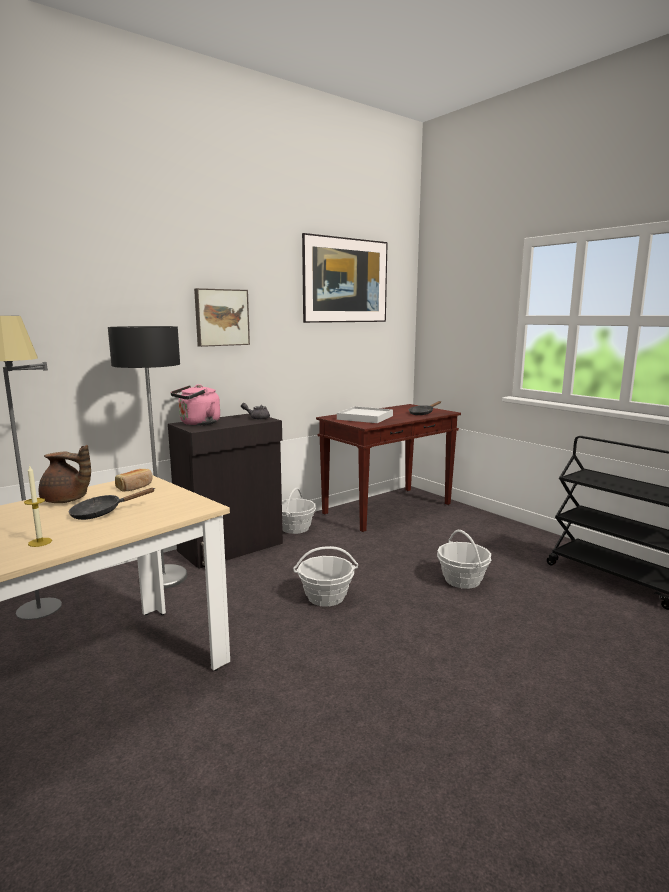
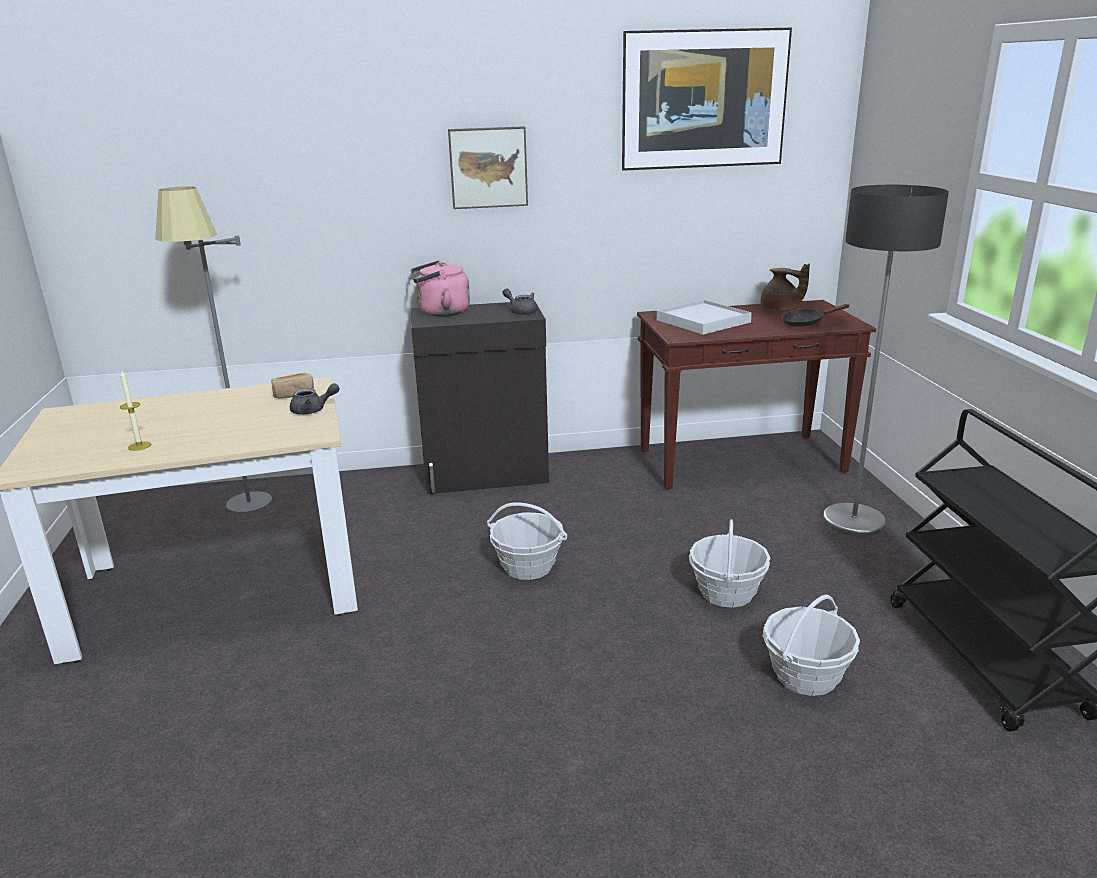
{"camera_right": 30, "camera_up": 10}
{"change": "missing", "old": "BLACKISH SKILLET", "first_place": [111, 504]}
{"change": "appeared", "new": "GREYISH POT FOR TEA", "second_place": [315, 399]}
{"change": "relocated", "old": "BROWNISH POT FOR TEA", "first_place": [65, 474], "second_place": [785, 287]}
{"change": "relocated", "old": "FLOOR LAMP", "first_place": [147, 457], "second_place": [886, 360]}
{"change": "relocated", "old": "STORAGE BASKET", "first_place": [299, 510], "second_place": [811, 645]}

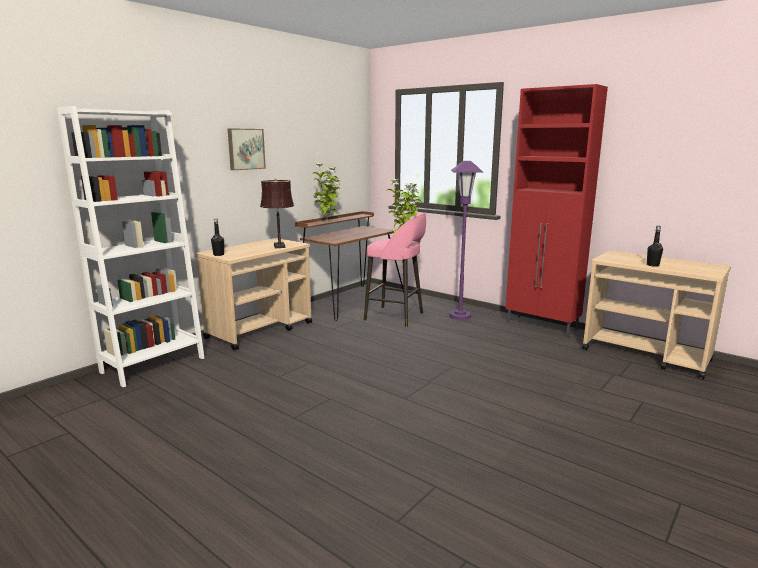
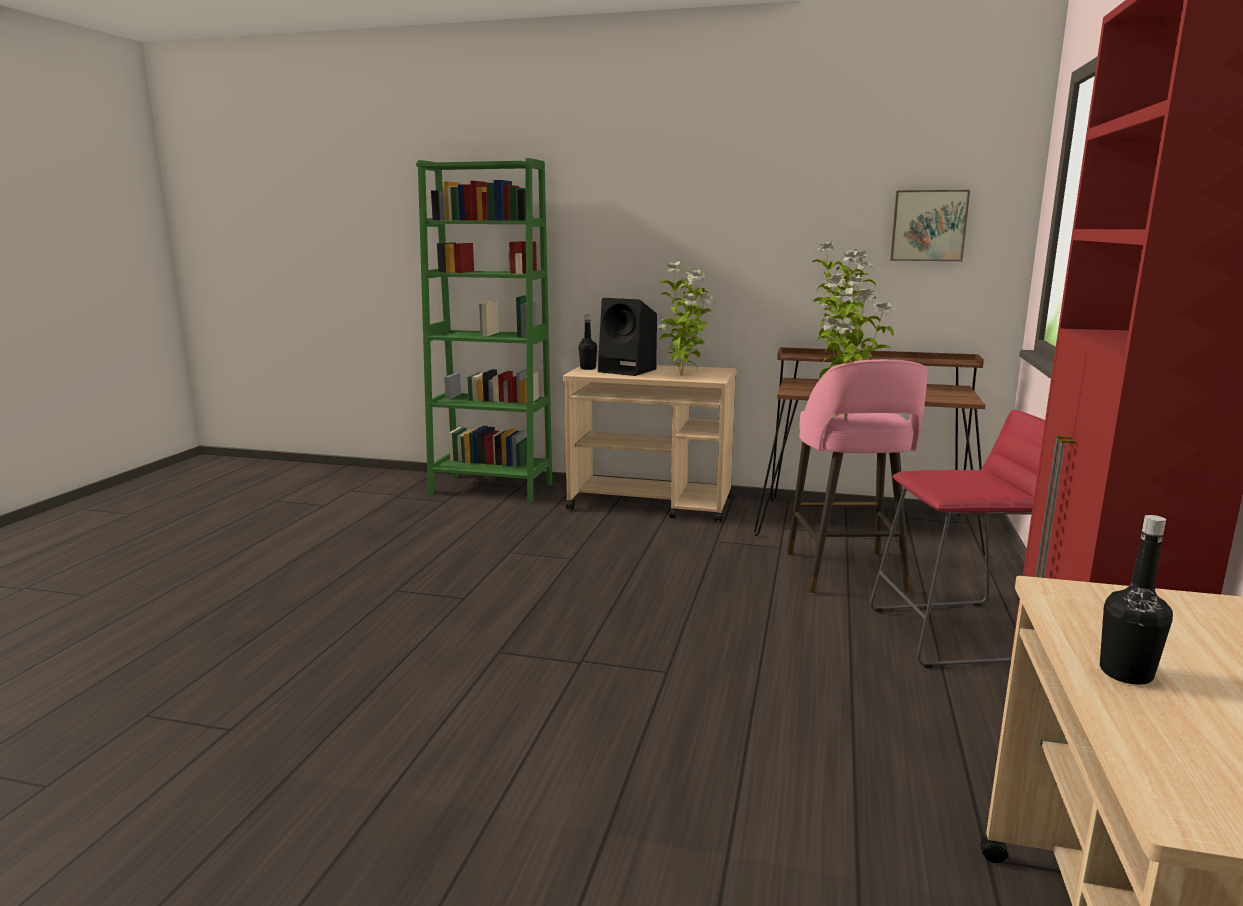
{"camera_right": 65, "camera_up": 0}
{"change": "appeared", "new": "BLACKISH LOUDSPEAKER", "second_place": [627, 337]}
{"change": "relocated", "old": "PICTURE", "first_place": [247, 149], "second_place": [930, 225]}
{"change": "exchanged", "old": "BROWNISH LAMP FOR A TABLE", "new": "POTTED PLANT", "first_place": [277, 213], "second_place": [684, 318]}
{"change": "exchanged", "old": "PURPLISH FLOOR LAMP", "new": "RED-COLOURED STOOL SEAT", "first_place": [466, 240], "second_place": [957, 538]}
{"change": "colour", "old": "WHITE-COLOURED SHELVING UNIT", "new": "GREEN-COLOURED SHELVING UNIT", "first_place": [130, 246], "second_place": [484, 330]}

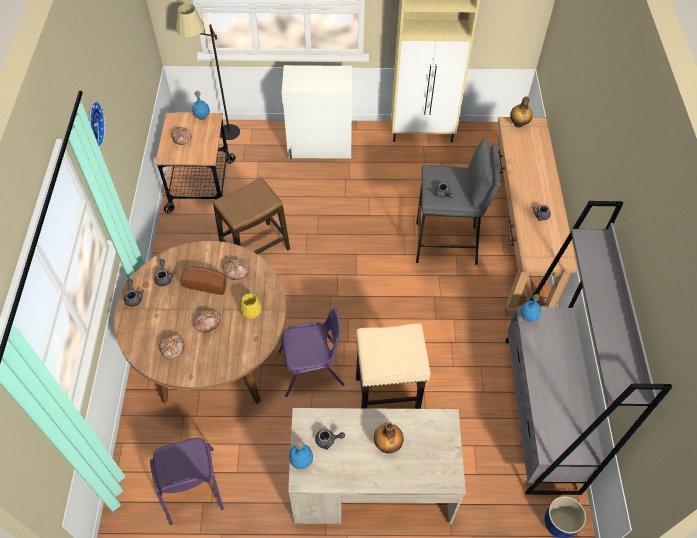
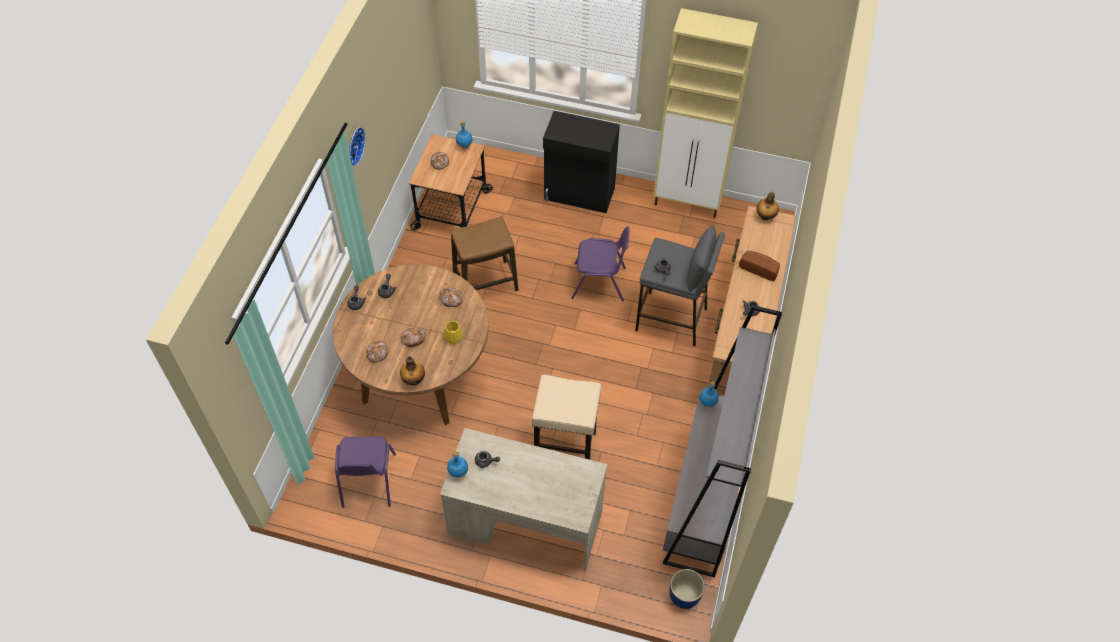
{"camera_right": 15, "camera_up": 0}
{"change": "missing", "old": "BLACKISH FLOOR LAMP", "first_place": [208, 72]}
{"change": "relocated", "old": "BREAD", "first_place": [203, 281], "second_place": [759, 266]}
{"change": "relocated", "old": "PURPLISH CHAIR", "first_place": [311, 352], "second_place": [600, 263]}
{"change": "relocated", "old": "BEVERAGE BOTTLE", "first_place": [389, 438], "second_place": [412, 371]}
{"change": "colour", "old": "WHITE-COLOURED STORAGE CABINET", "new": "BLACKISH STORAGE CABINET", "first_place": [317, 112], "second_place": [581, 162]}

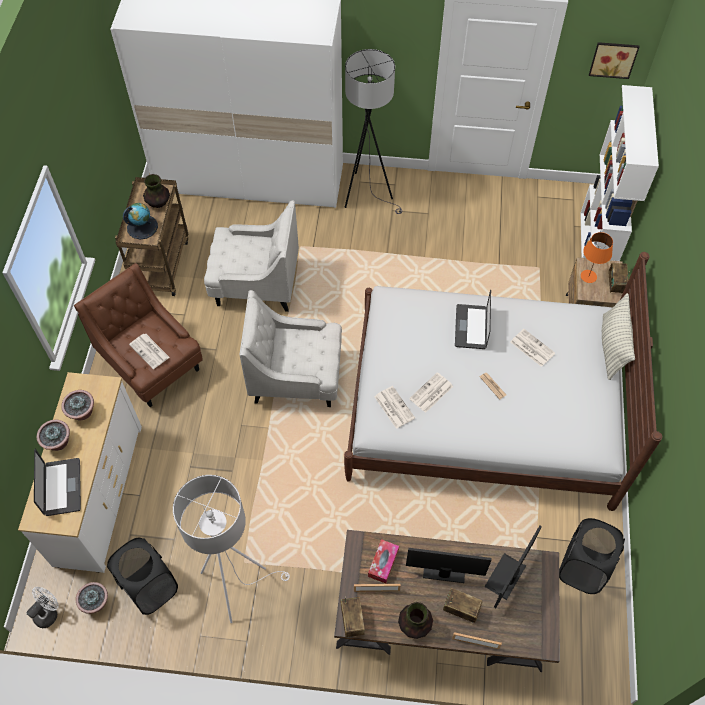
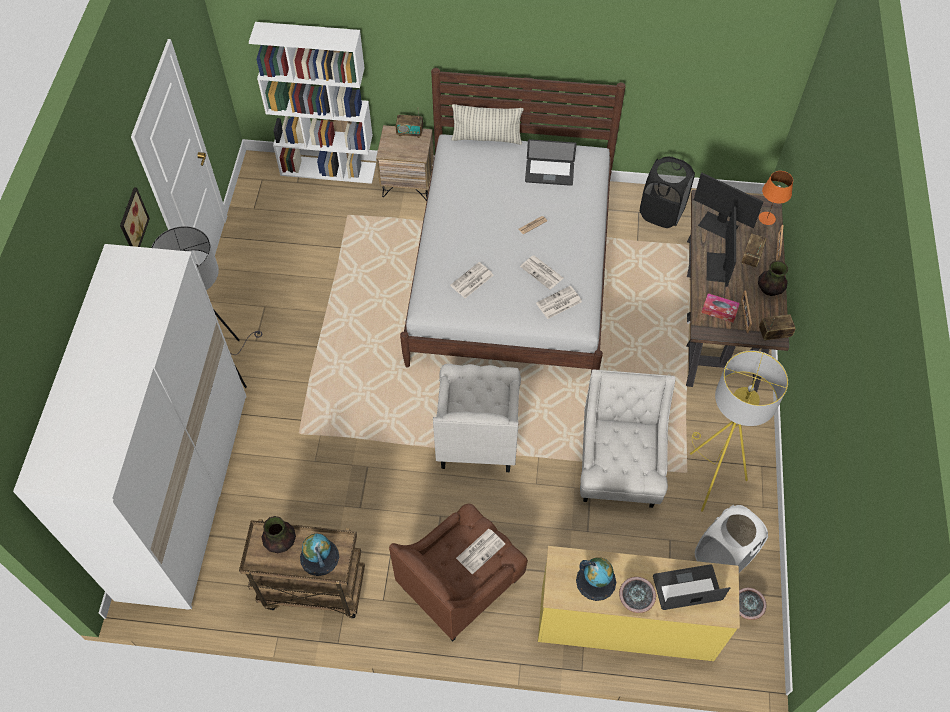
{"camera_right": -90, "camera_up": 0}
{"change": "missing", "old": "WHITE-COLOURED FAN", "first_place": [43, 607]}
{"change": "relocated", "old": "WHITE-COLOURED EASY CHAIR", "first_place": [251, 256], "second_place": [628, 438]}
{"change": "relocated", "old": "LAPTOP", "first_place": [473, 319], "second_place": [551, 162]}
{"change": "relocated", "old": "NEWSPAPER", "first_place": [533, 348], "second_place": [472, 280]}
{"change": "relocated", "old": "ORANGE LAMP FOR A TABLE", "first_place": [597, 257], "second_place": [776, 198]}
{"change": "relocated", "old": "PICTURE", "first_place": [614, 60], "second_place": [135, 217]}
{"change": "exchanged", "old": "POTTED PLANT", "new": "WORLD GLOBE", "first_place": [77, 405], "second_place": [596, 579]}
{"change": "colour", "old": "WHITE-COLOURED CHEST OF DRAWERS", "new": "YELLOWISH CHEST OF DRAWERS", "first_place": [80, 472], "second_place": [639, 603]}
{"change": "colour", "old": "BLACKISH HAMPER", "new": "WHITE-COLOURED HAMPER", "first_place": [142, 576], "second_place": [731, 539]}
{"change": "colour", "old": "WHITE-COLOURED FLOOR LAMP", "new": "YELLOWISH FLOOR LAMP", "first_place": [231, 549], "second_place": [739, 430]}

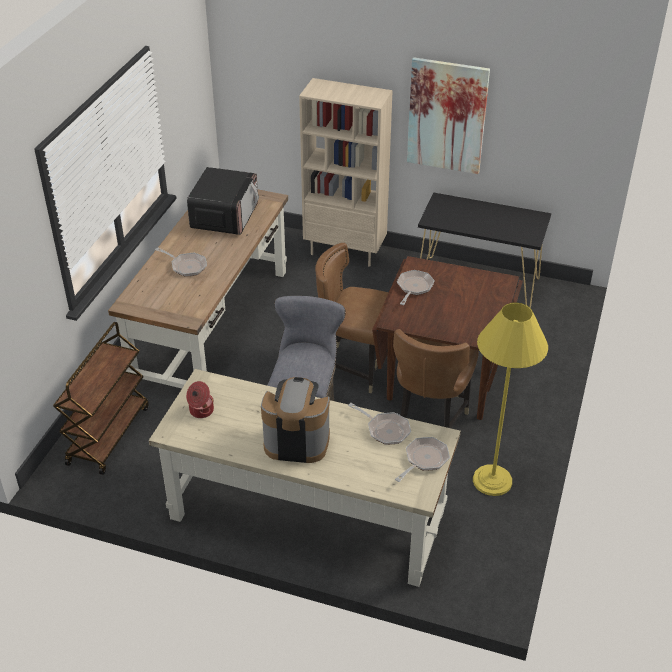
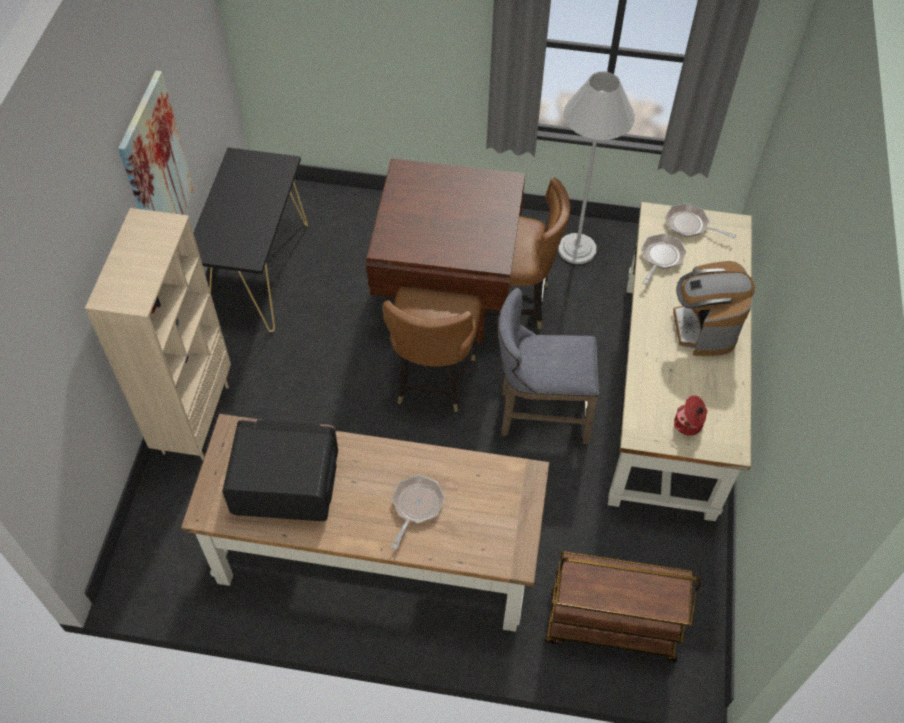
{"camera_right": -100, "camera_up": 15}
{"change": "missing", "old": "SKILLET", "first_place": [416, 287]}
{"change": "colour", "old": "YELLOWISH FLOOR LAMP", "new": "WHITE-COLOURED FLOOR LAMP", "first_place": [510, 399], "second_place": [596, 168]}

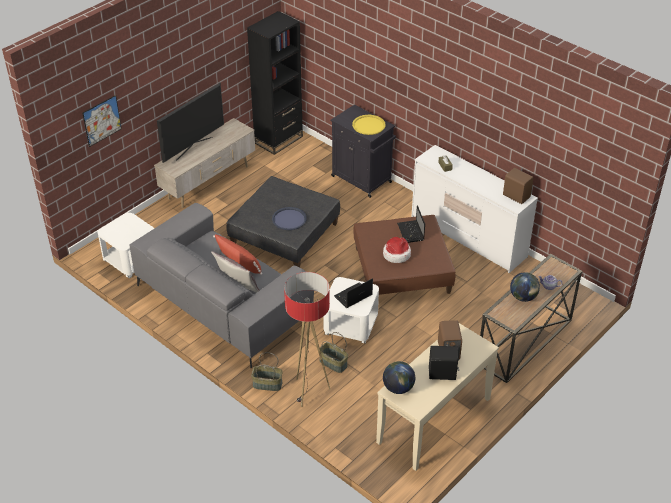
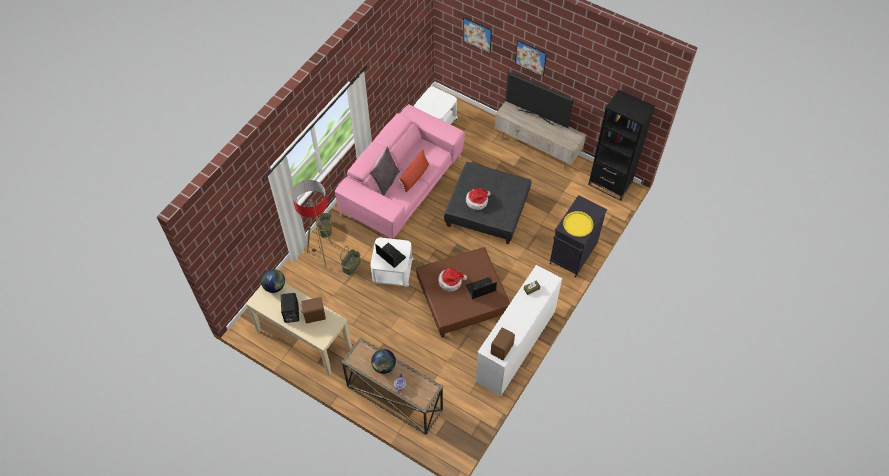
{"camera_right": 80, "camera_up": 15}
{"change": "appeared", "new": "PICTURE", "second_place": [531, 58]}
{"change": "exchanged", "old": "BLUE SERVING TRAY", "new": "HAT", "first_place": [289, 218], "second_place": [478, 199]}
{"change": "colour", "old": "GREYISH COUCH", "new": "PINKISH COUCH", "first_place": [221, 285], "second_place": [400, 171]}

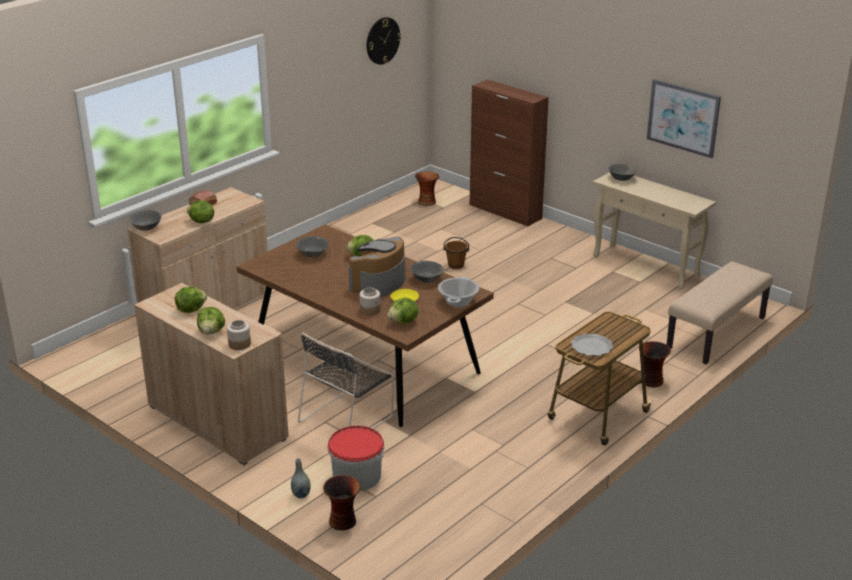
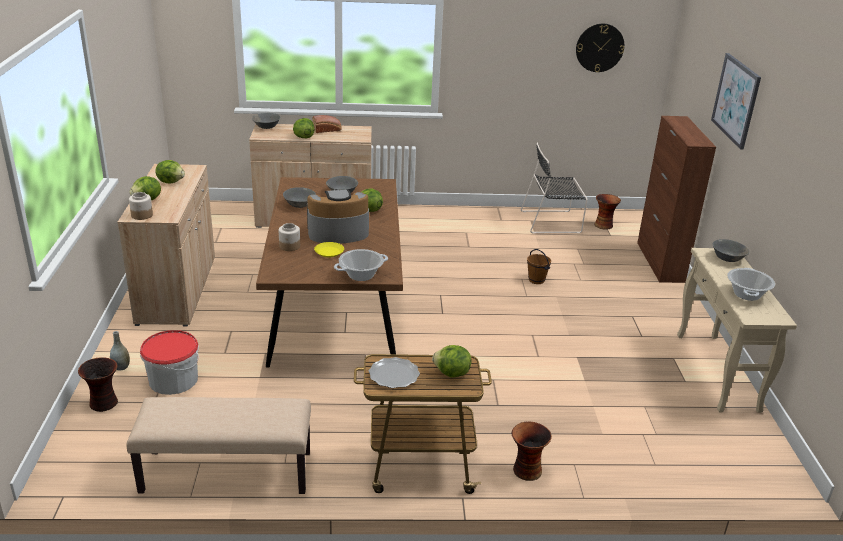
{"camera_right": 45, "camera_up": 0}
{"change": "appeared", "new": "COOKING POT", "second_place": [751, 284]}
{"change": "relocated", "old": "BLACKISH CHAIR", "first_place": [346, 381], "second_place": [554, 188]}
{"change": "relocated", "old": "LETTUCE", "first_place": [402, 311], "second_place": [452, 361]}
{"change": "relocated", "old": "GREYISH SERVING BOWL", "first_place": [427, 272], "second_place": [299, 197]}
{"change": "relocated", "old": "PICTURE", "first_place": [684, 118], "second_place": [736, 101]}
{"change": "relocated", "old": "BEIGE LONG SEAT", "first_place": [720, 312], "second_place": [219, 445]}

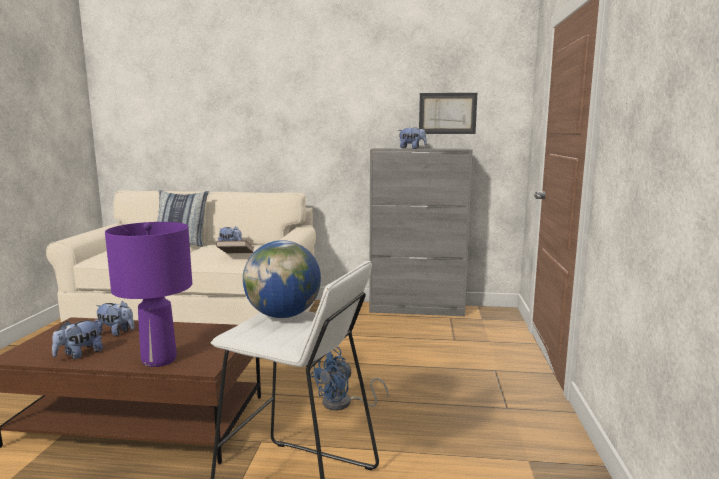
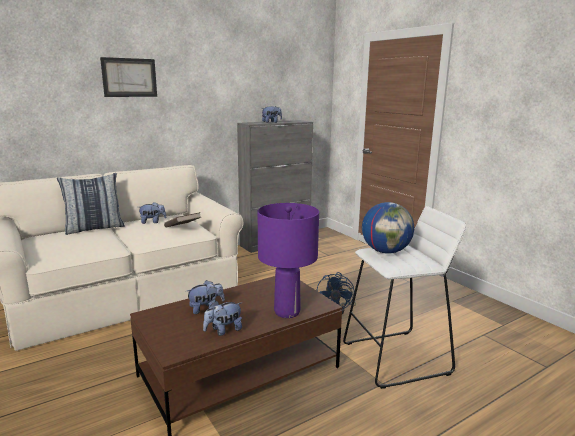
{"camera_right": -40, "camera_up": 5}
{"change": "relocated", "old": "PICTURE", "first_place": [448, 113], "second_place": [128, 77]}
{"change": "spun", "old": "SOFT TOY", "first_place": [77, 339], "second_place": [222, 318], "degrees": 60}

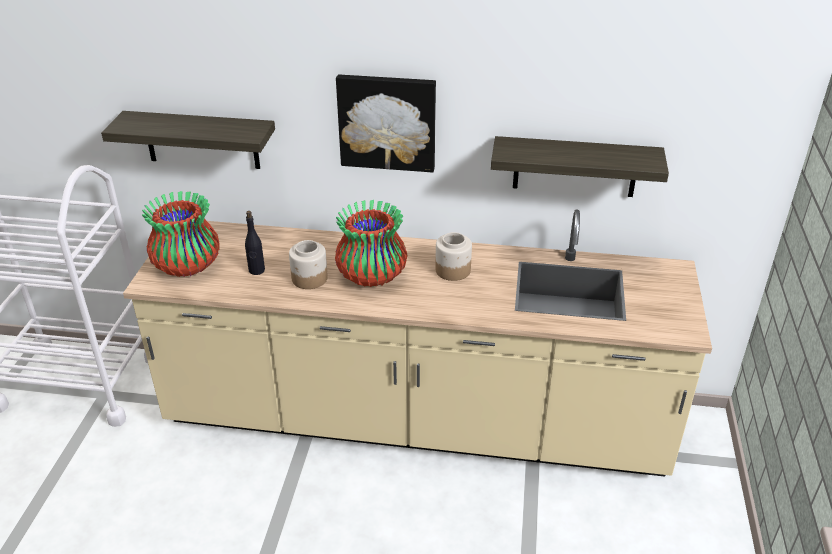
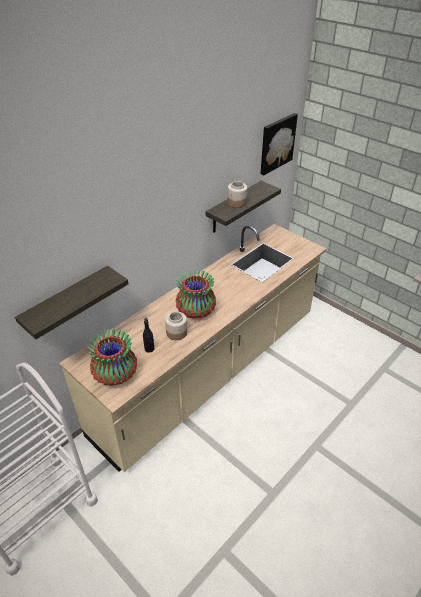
{"camera_right": -55, "camera_up": 5}
{"change": "relocated", "old": "PICTURE", "first_place": [386, 123], "second_place": [279, 144]}
{"change": "relocated", "old": "JAR", "first_place": [453, 256], "second_place": [237, 194]}

